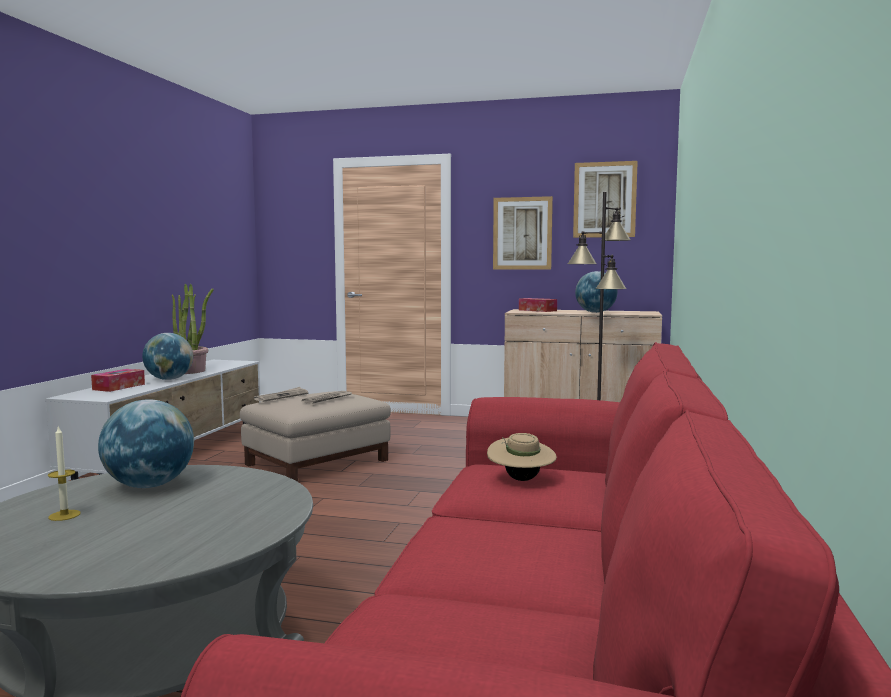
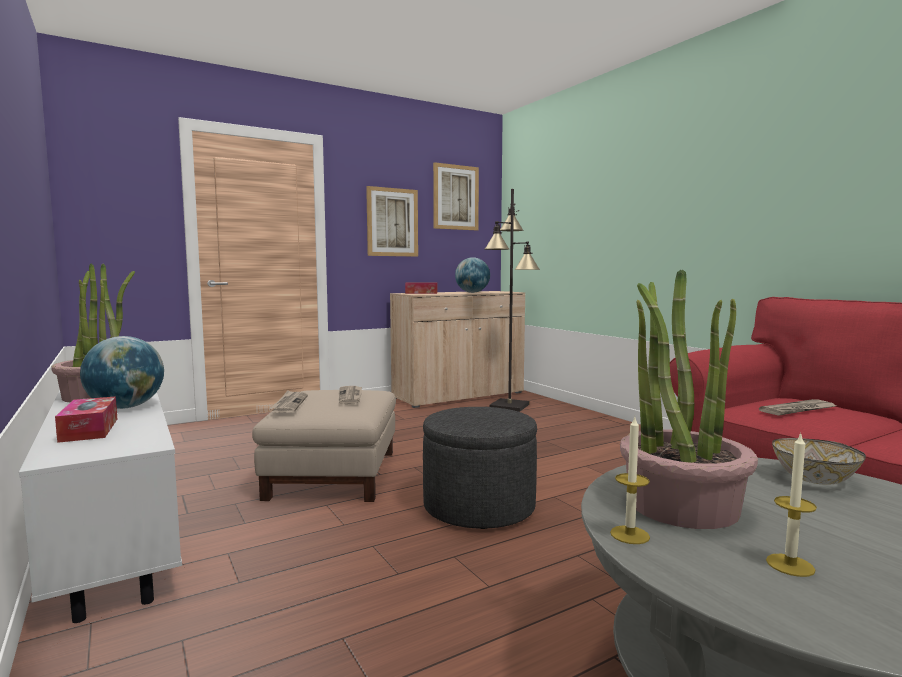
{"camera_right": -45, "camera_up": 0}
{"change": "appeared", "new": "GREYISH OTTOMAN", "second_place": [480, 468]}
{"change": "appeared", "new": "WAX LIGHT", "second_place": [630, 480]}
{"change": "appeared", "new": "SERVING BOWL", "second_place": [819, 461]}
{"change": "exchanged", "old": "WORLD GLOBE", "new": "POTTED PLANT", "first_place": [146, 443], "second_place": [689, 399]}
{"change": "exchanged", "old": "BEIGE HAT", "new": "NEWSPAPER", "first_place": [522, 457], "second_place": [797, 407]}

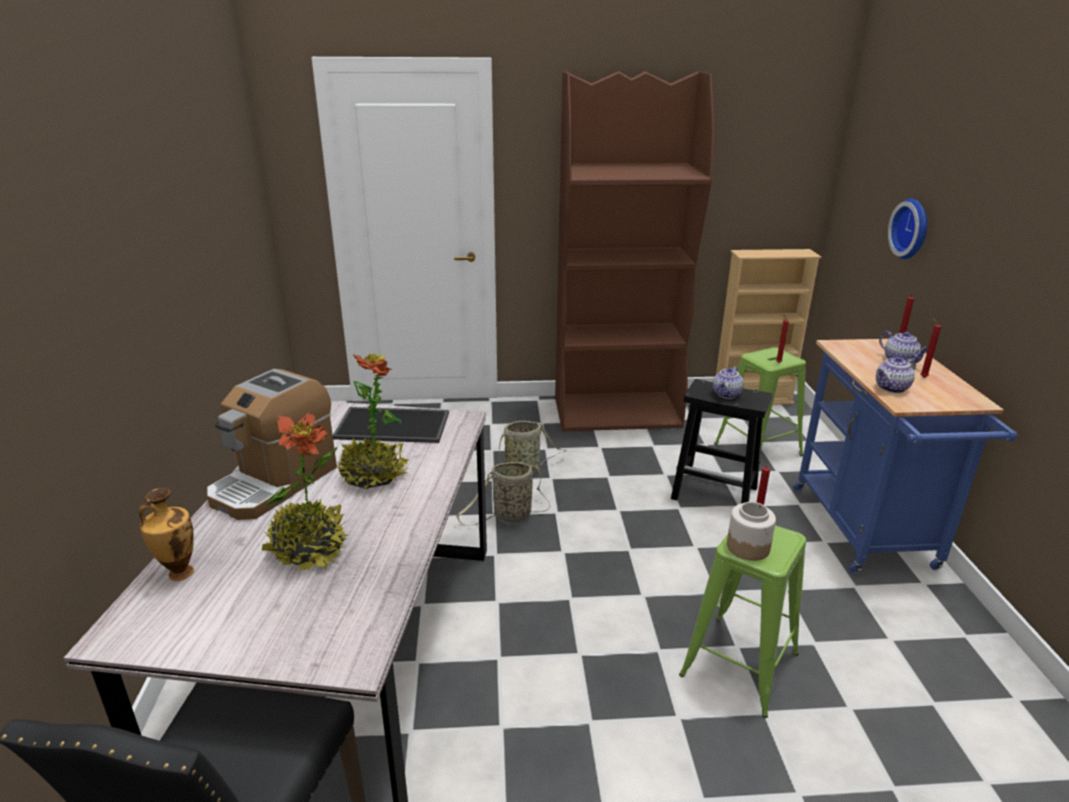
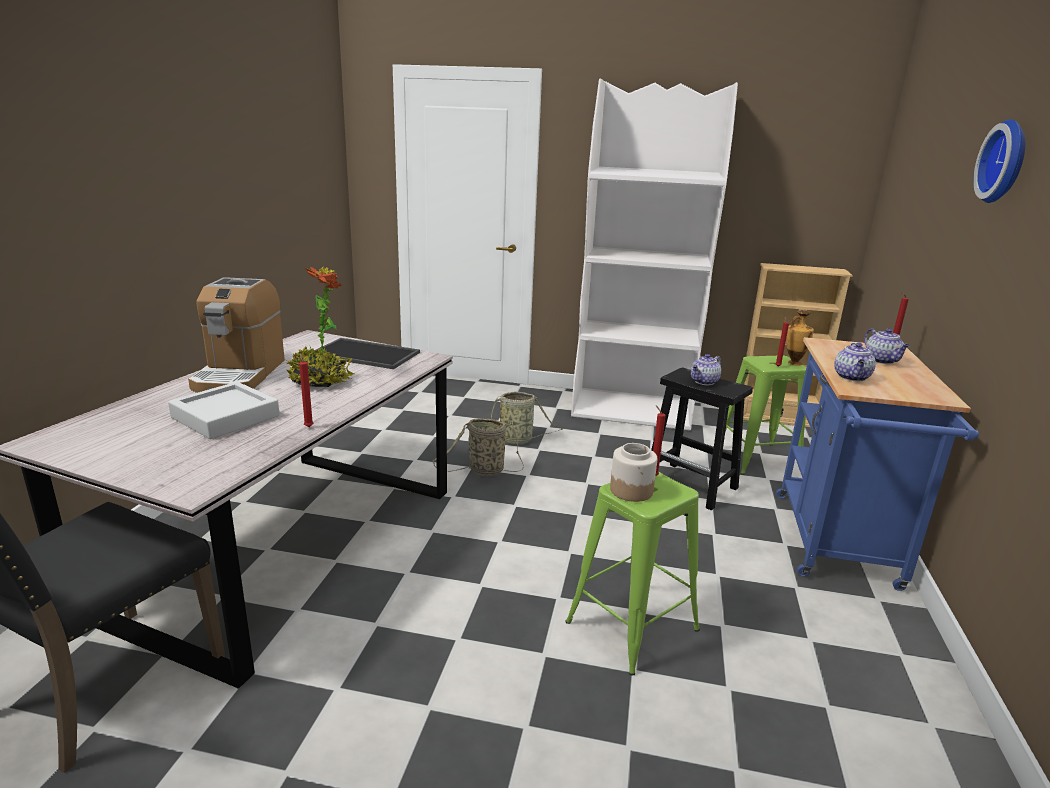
{"camera_right": 15, "camera_up": -5}
{"change": "relocated", "old": "VASE", "first_place": [166, 534], "second_place": [800, 338]}
{"change": "relocated", "old": "WALL CLOCK", "first_place": [907, 229], "second_place": [999, 161]}
{"change": "relocated", "old": "RED-COLOURED WAX LIGHT", "first_place": [930, 348], "second_place": [306, 390]}
{"change": "exchanged", "old": "POTTED PLANT", "new": "GREYISH SERVING TRAY", "first_place": [305, 491], "second_place": [224, 410]}
{"change": "colour", "old": "BROWNISH SHELVING UNIT", "new": "WHITE-COLOURED SHELVING UNIT", "first_place": [634, 251], "second_place": [654, 254]}
{"change": "spun", "old": "COFFEE MACHINE", "first_place": [272, 444], "second_place": [236, 335], "degrees": -45}
{"change": "spun", "old": "POT FOR TEA", "first_place": [896, 374], "second_place": [855, 362], "degrees": -60}

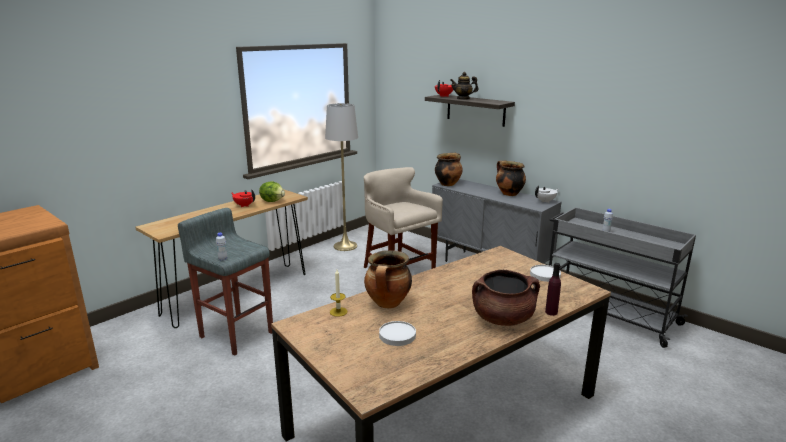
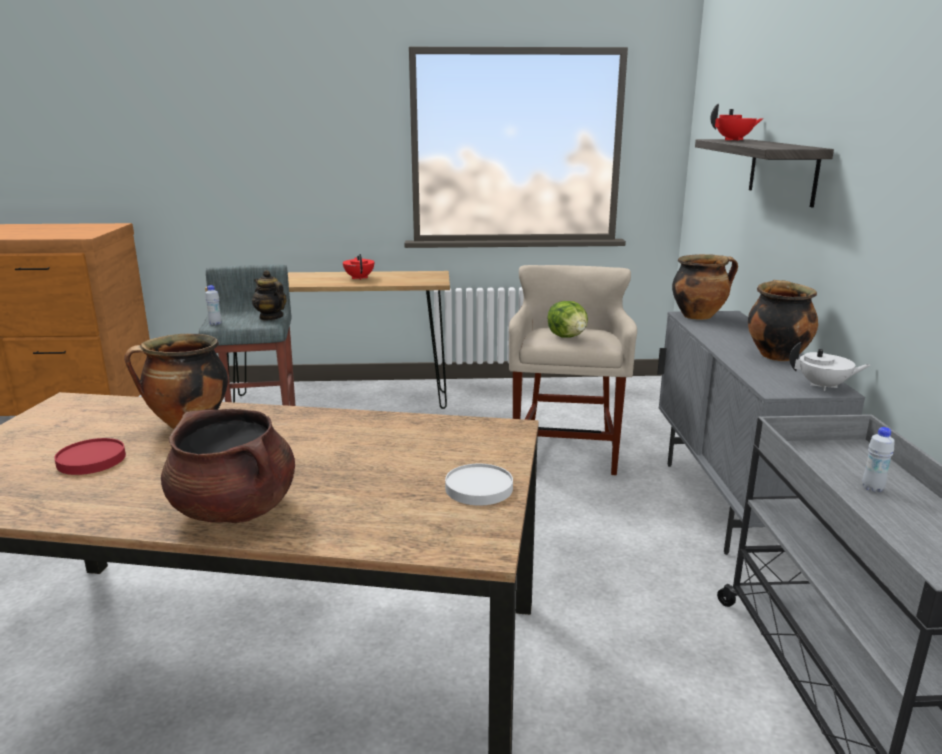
{"camera_right": 45, "camera_up": 0}
{"change": "missing", "old": "GREYISH FLOOR LAMP", "first_place": [341, 177]}
{"change": "missing", "old": "WAX LIGHT", "first_place": [339, 293]}
{"change": "missing", "old": "PURPLISH BEVERAGE BOTTLE", "first_place": [553, 289]}
{"change": "relocated", "old": "LETTUCE", "first_place": [272, 191], "second_place": [567, 319]}
{"change": "relocated", "old": "POT FOR TEA", "first_place": [464, 86], "second_place": [269, 295]}
{"change": "colour", "old": "WHITE-COLOURED PLATE", "new": "RED-COLOURED PLATE", "first_place": [397, 333], "second_place": [90, 456]}

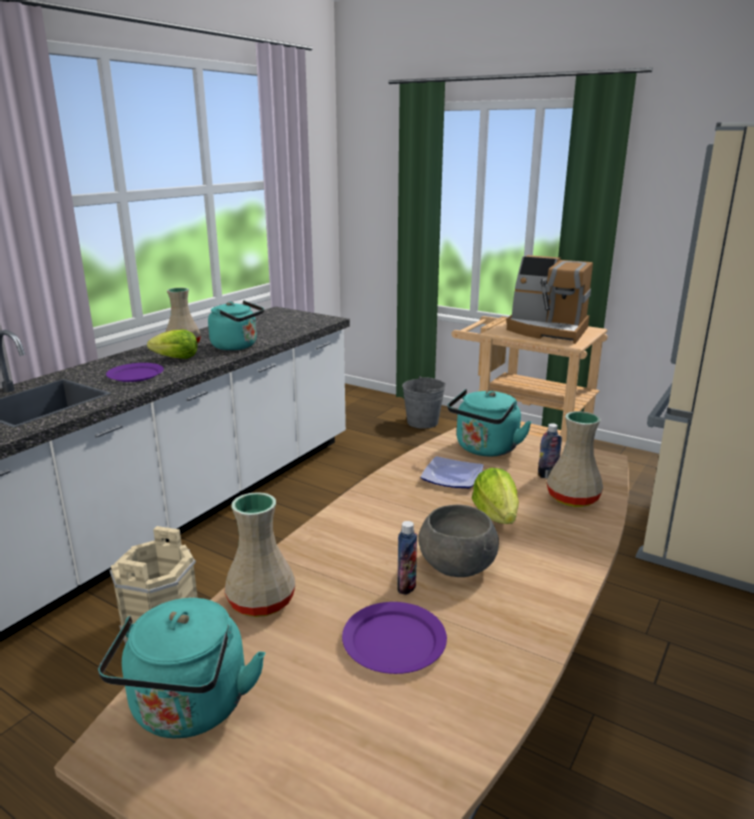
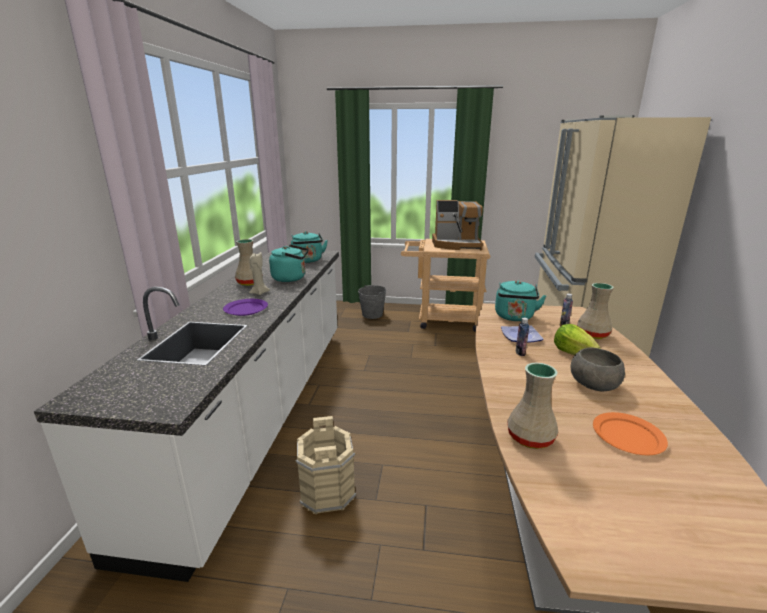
{"camera_right": -25, "camera_up": 0}
{"change": "relocated", "old": "TURQUOISE KETTLE", "first_place": [181, 668], "second_place": [309, 247]}
{"change": "relocated", "old": "BEVERAGE BOTTLE", "first_place": [407, 558], "second_place": [522, 336]}
{"change": "exchanged", "old": "LETTUCE", "new": "BEIGE WAX LIGHT", "first_place": [172, 344], "second_place": [259, 273]}
{"change": "colour", "old": "PURPLISH PLATE", "new": "ORANGE PLATE", "first_place": [394, 638], "second_place": [630, 433]}

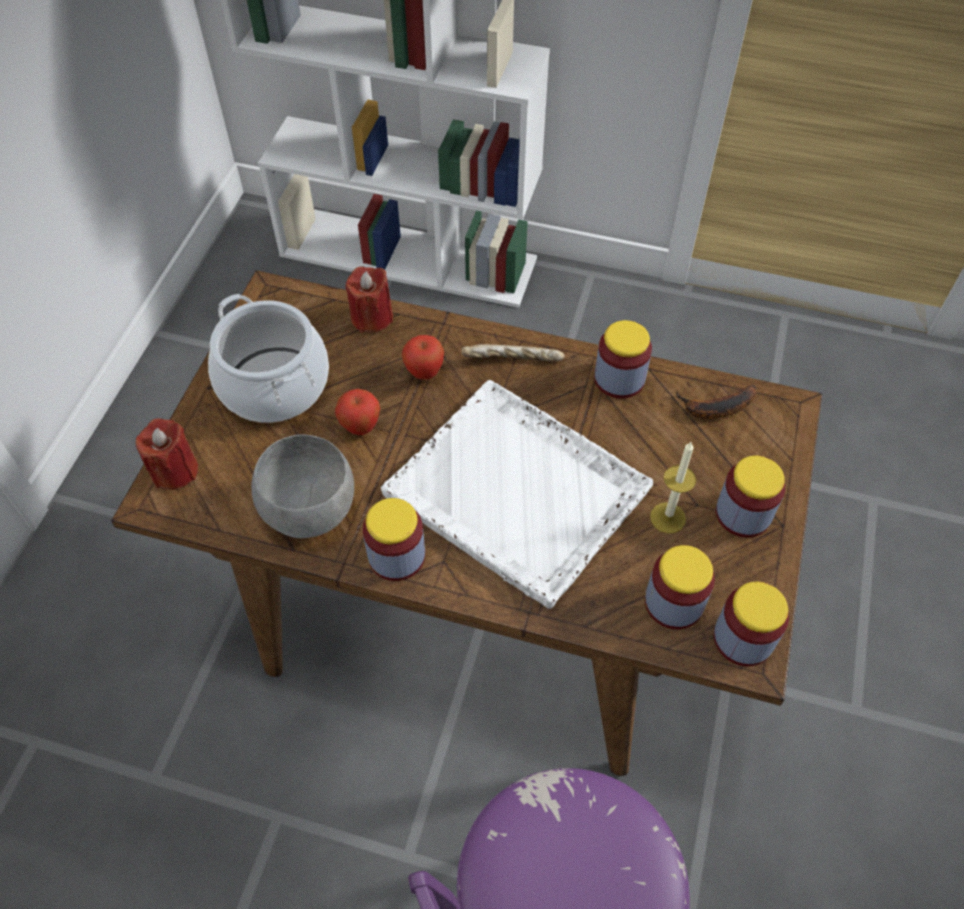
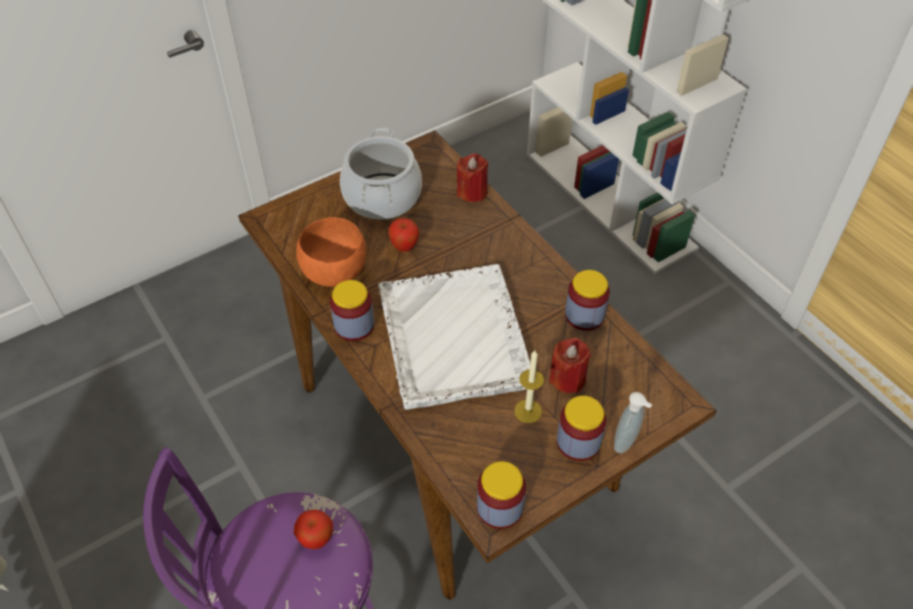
{"camera_right": 40, "camera_up": -5}
{"change": "missing", "old": "BREAD", "first_place": [513, 352]}
{"change": "missing", "old": "JAR", "first_place": [680, 587]}
{"change": "missing", "old": "BANANA", "first_place": [716, 402]}
{"change": "appeared", "new": "SOAP DISPENSER", "second_place": [633, 422]}
{"change": "relocated", "old": "RED-COLOURED WAX LIGHT", "first_place": [167, 454], "second_place": [570, 365]}
{"change": "relocated", "old": "APPLE", "first_place": [423, 357], "second_place": [313, 529]}
{"change": "colour", "old": "GREYISH SERVING BOWL", "new": "ORANGE SERVING BOWL", "first_place": [302, 486], "second_place": [331, 252]}

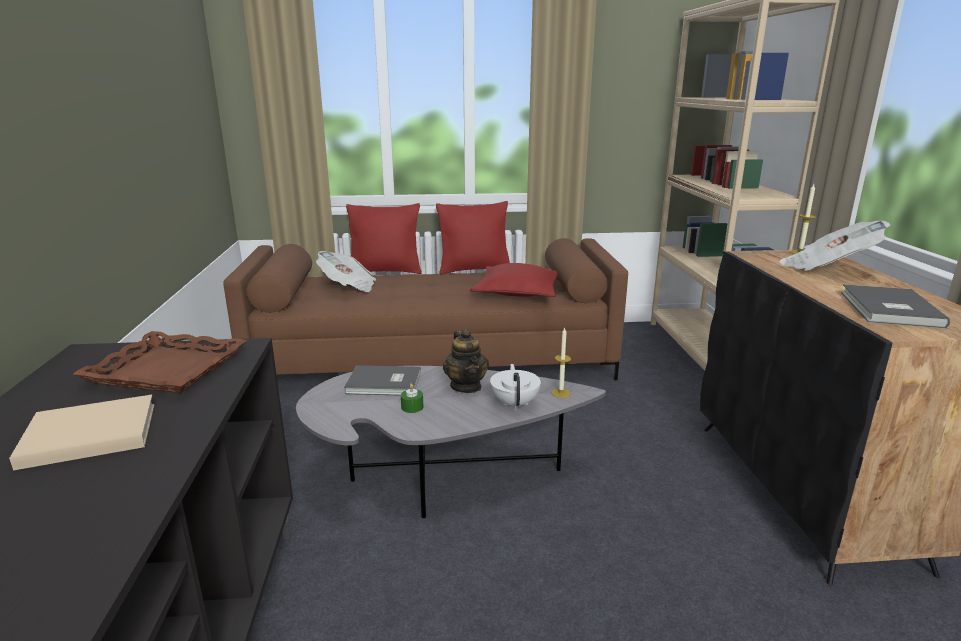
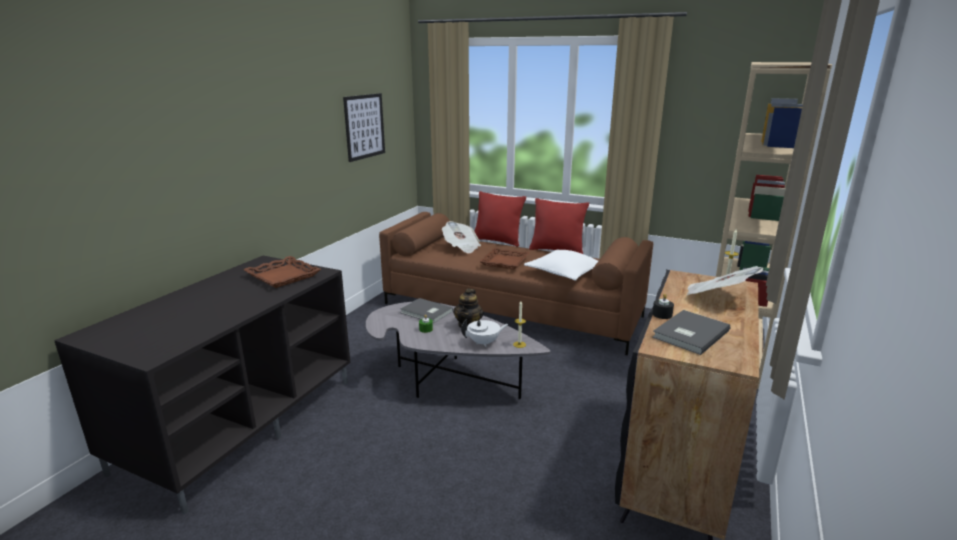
{"camera_right": 30, "camera_up": 0}
{"change": "missing", "old": "BEIGE VOLUME", "first_place": [81, 433]}
{"change": "appeared", "new": "PICTURE", "second_place": [364, 127]}
{"change": "appeared", "new": "BROWNISH SERVING TRAY", "second_place": [504, 259]}
{"change": "appeared", "new": "BLACKISH WAX LIGHT", "second_place": [663, 306]}
{"change": "colour", "old": "RED-COLOURED THROW PILLOW", "new": "WHITE-COLOURED THROW PILLOW", "first_place": [514, 280], "second_place": [561, 264]}
{"change": "spun", "old": "WHITE-COLOURED POT FOR TEA", "first_place": [515, 387], "second_place": [484, 333], "degrees": 45}

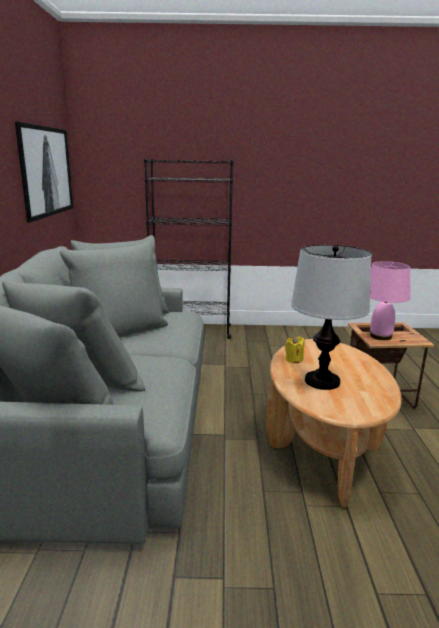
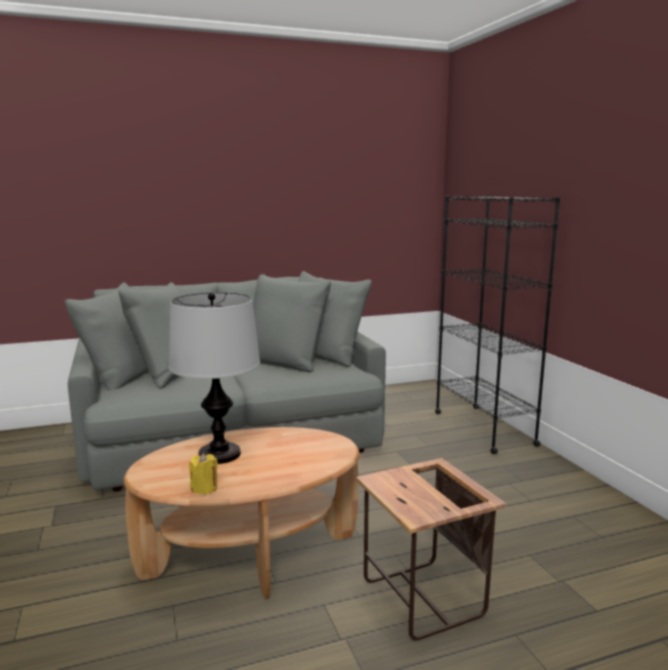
{"camera_right": 70, "camera_up": -5}
{"change": "missing", "old": "PICTURE", "first_place": [44, 171]}
{"change": "missing", "old": "PINKISH LAMP FOR A TABLE", "first_place": [390, 300]}
{"change": "relocated", "old": "YELLOWISH WAX LIGHT", "first_place": [295, 350], "second_place": [203, 473]}

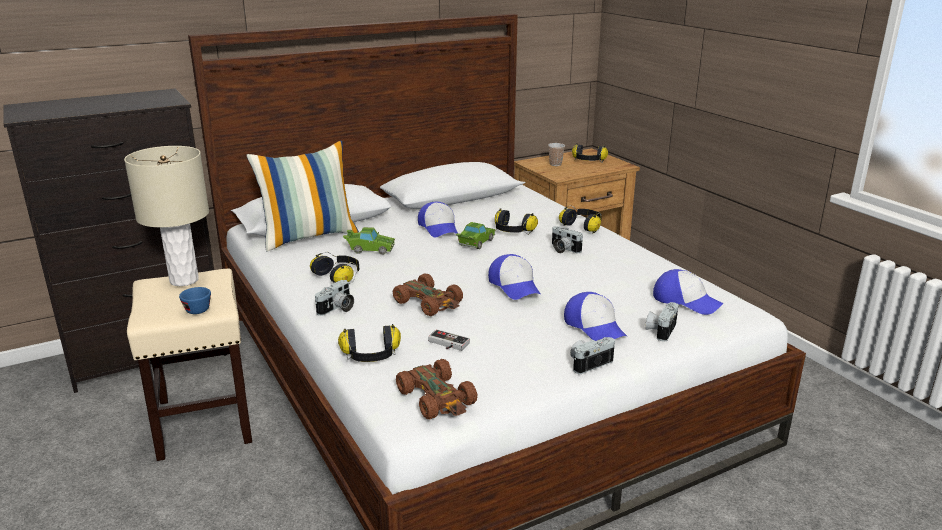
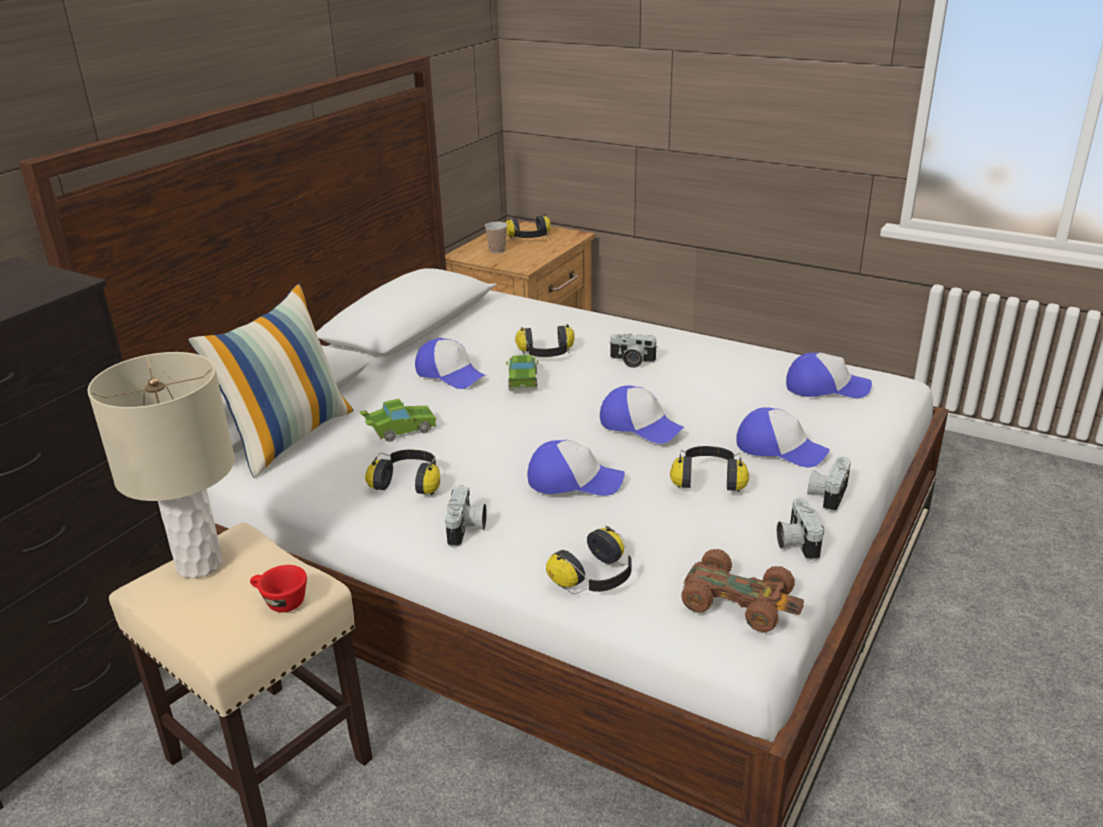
{"camera_right": -30, "camera_up": 5}
{"change": "missing", "old": "GAMEPAD", "first_place": [449, 340]}
{"change": "relocated", "old": "HEADPHONES", "first_place": [580, 219], "second_place": [709, 469]}
{"change": "relocated", "old": "PHOTO CAMERA", "first_place": [662, 322], "second_place": [800, 529]}
{"change": "exchanged", "old": "BROWNISH MODEL CAR", "new": "PEAKED CAP", "first_place": [428, 294], "second_place": [576, 468]}
{"change": "colour", "old": "BLUE SMALL CUP", "new": "RED-COLOURED SMALL CUP", "first_place": [195, 300], "second_place": [278, 588]}

